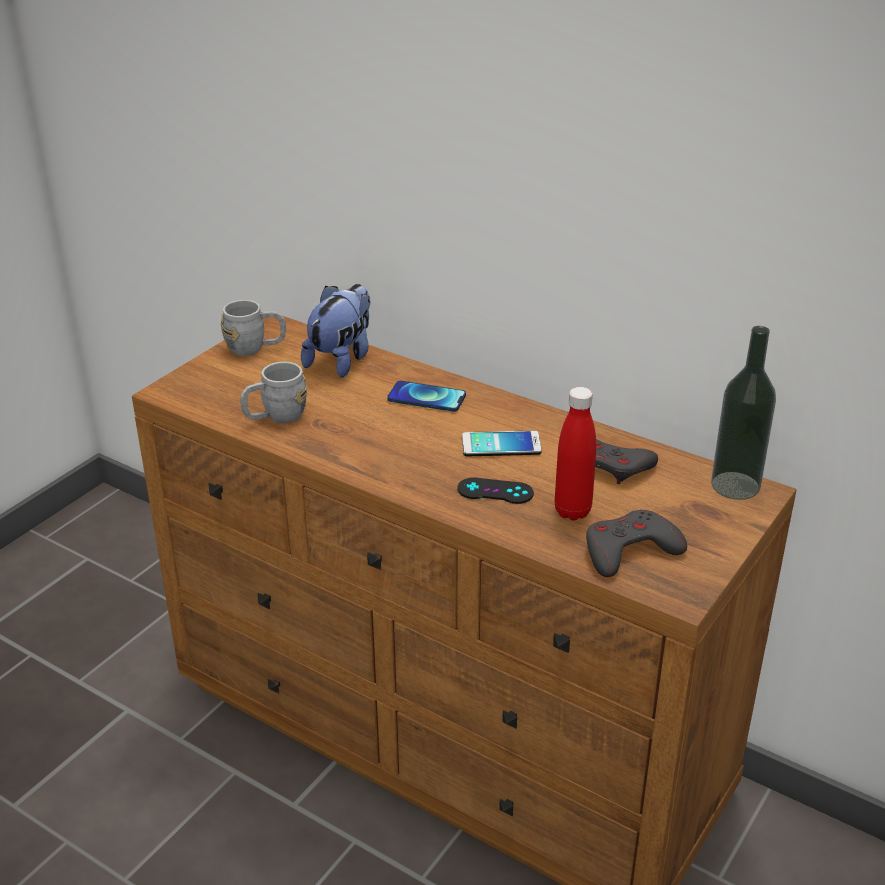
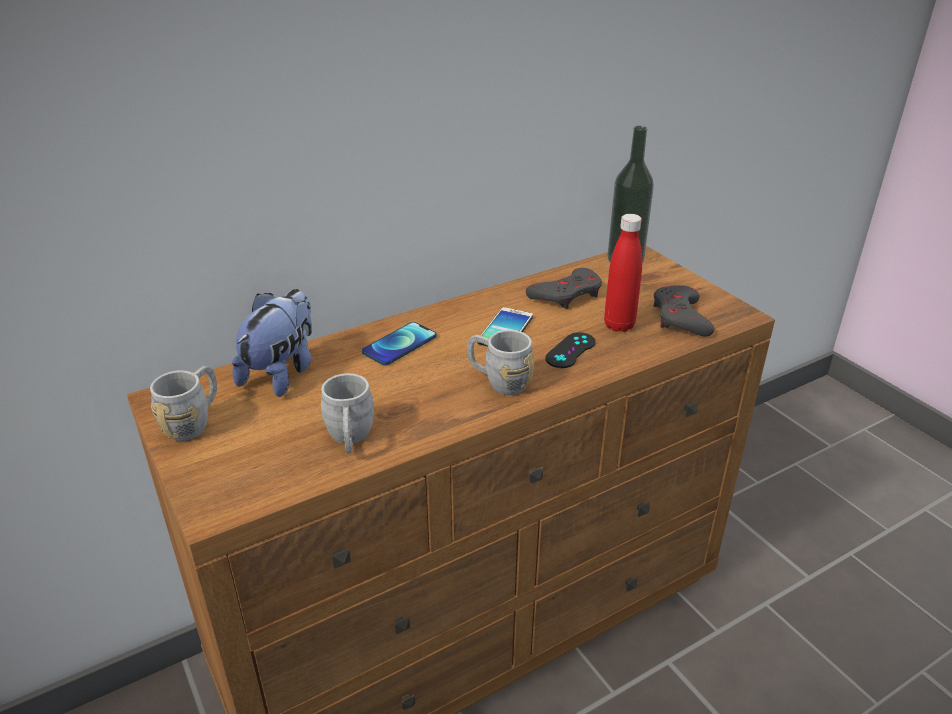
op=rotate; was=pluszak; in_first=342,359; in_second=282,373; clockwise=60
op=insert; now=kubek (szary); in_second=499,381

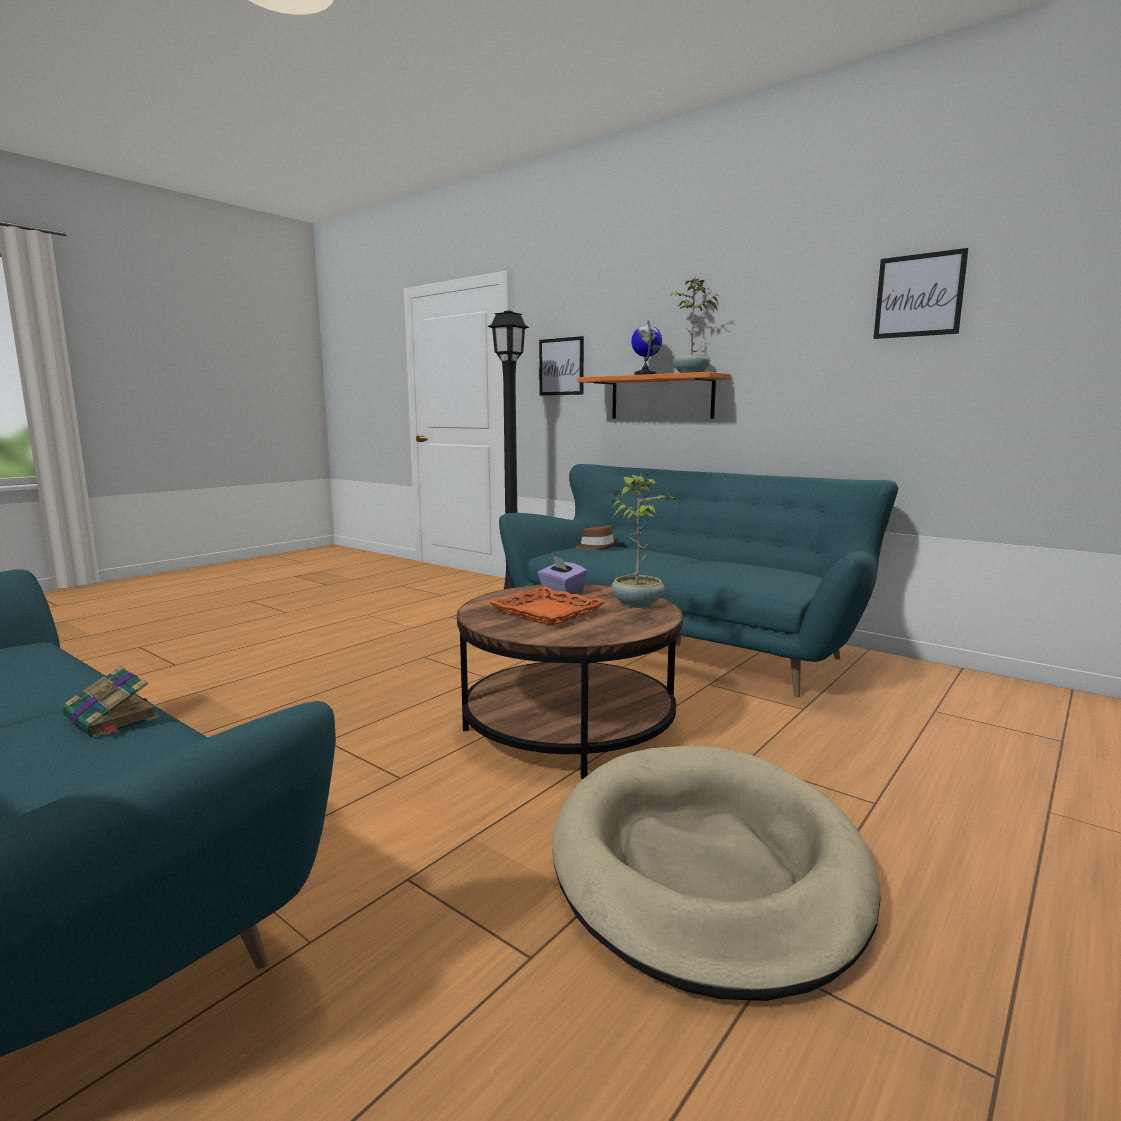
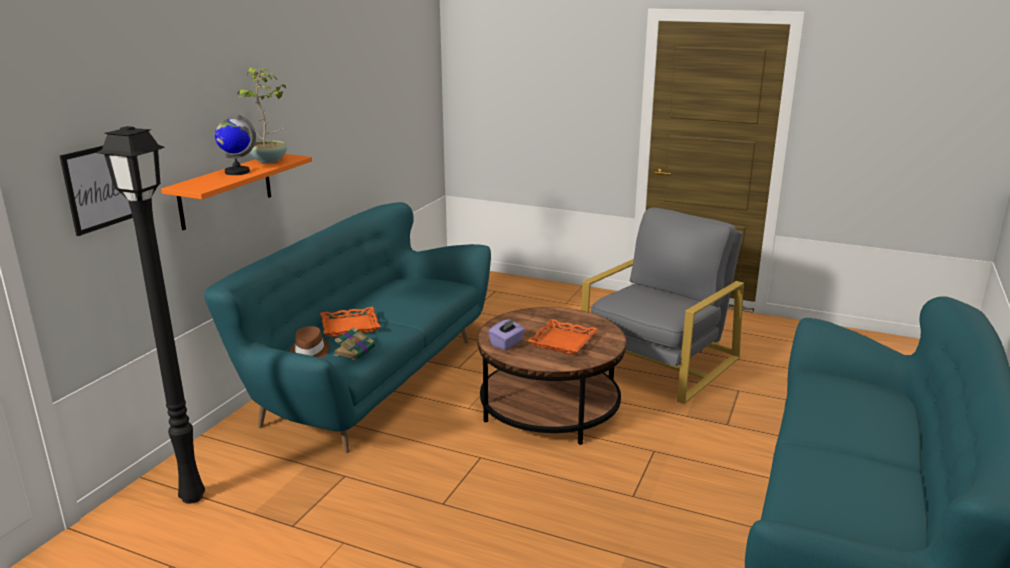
op=move; was=książka; in_first=112,719; in_second=355,351
op=replace; was=legowisko (beżowy); now=fotel (szary); in_first=706,866; in_second=658,363
op=delete; was=roślina doniczkowa; in_first=638,603
op=delete; was=obraz; in_first=919,295
op=insert; now=taca (pomarańczowy); in_second=350,326

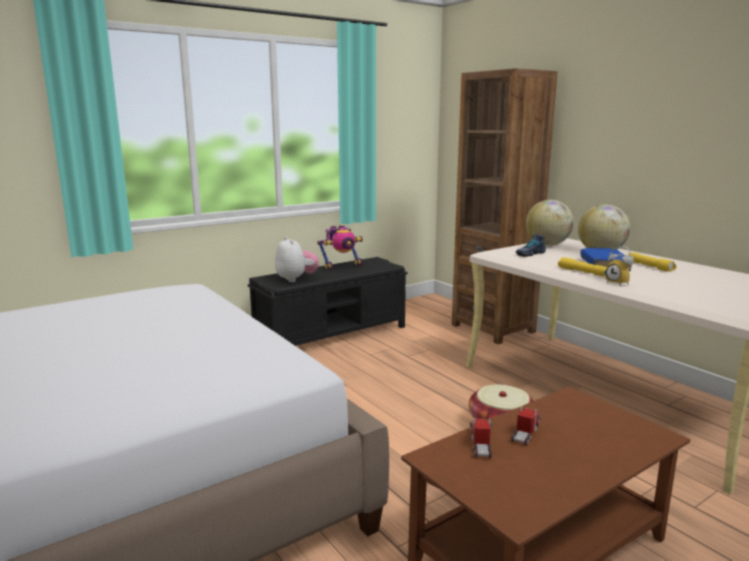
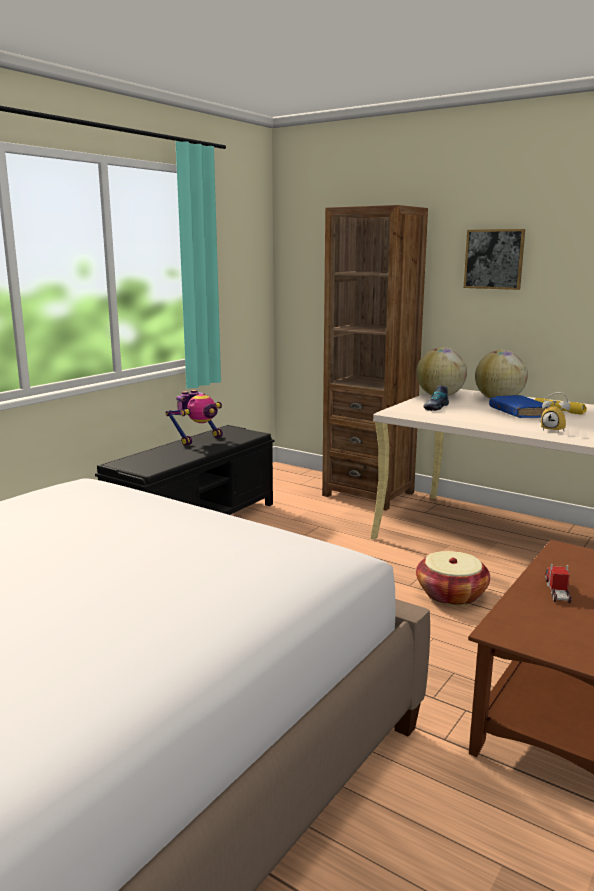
op=delete; was=pluszak; in_first=296,279
op=delete; was=ciężarówka zabawkowa; in_first=481,444
op=delete; was=latarka (żółty); in_first=582,272
op=insert; now=obraz; in_second=494,259

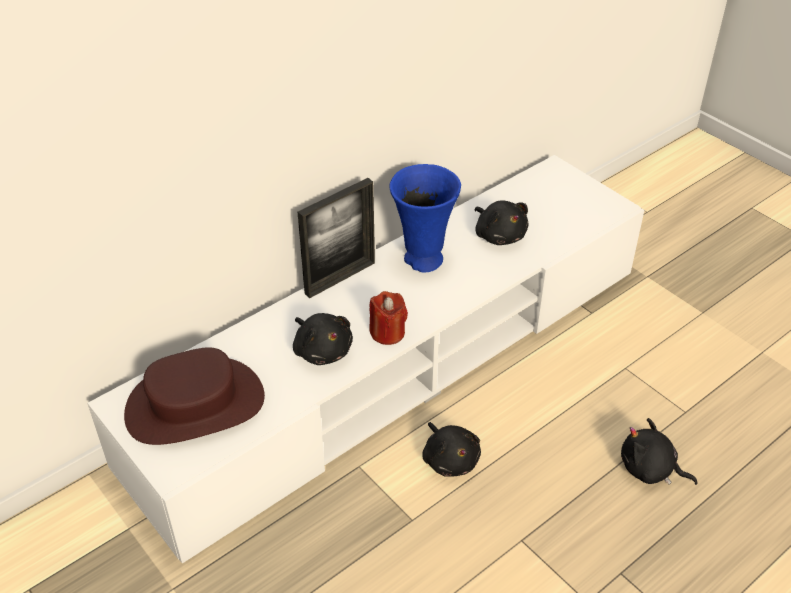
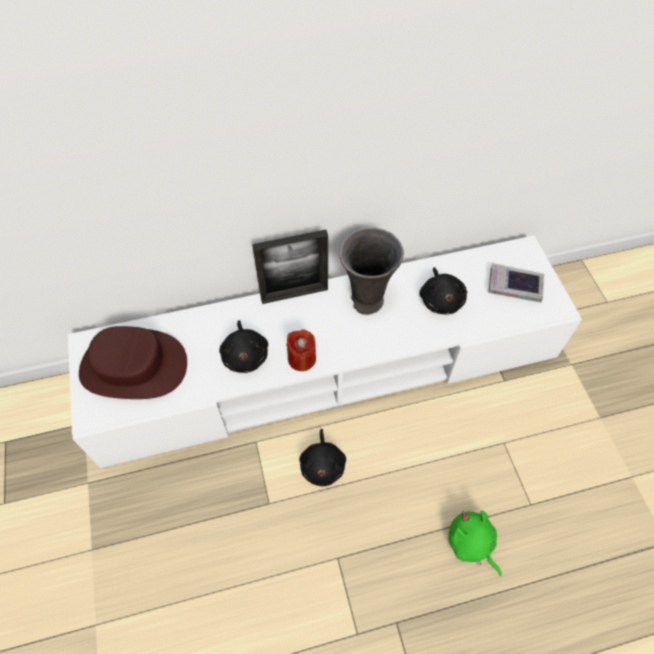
op=recolor; was=wazon (niebieski); now=wazon (szary); in_first=423,261; in_second=366,302
op=recolor; was=pluszak (czarny); now=pluszak (zielony); in_first=650,469; in_second=471,543
op=insert; now=książka; in_second=514,286

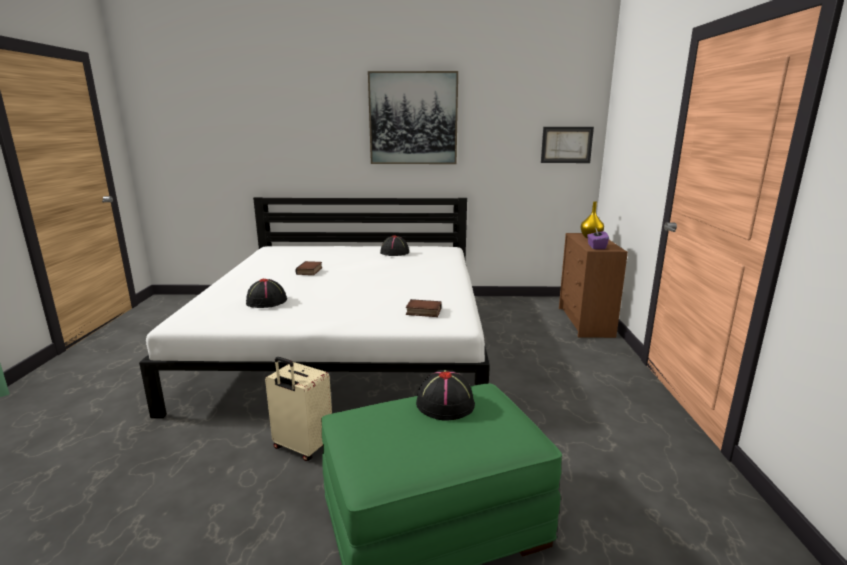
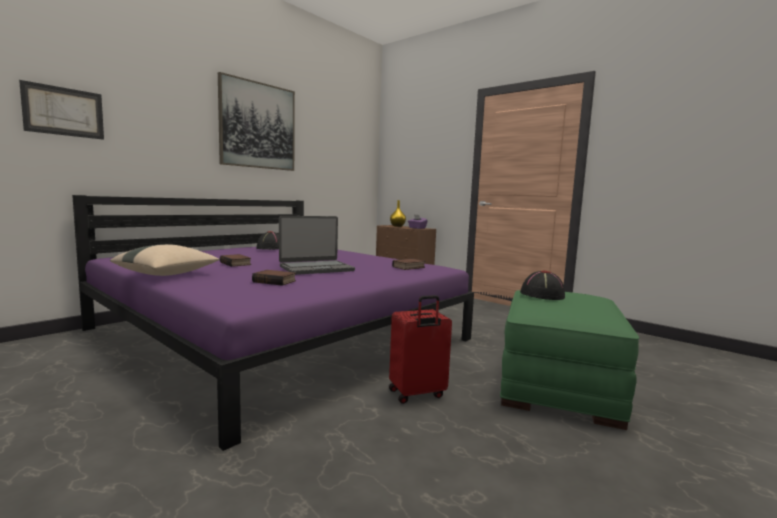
op=recolor; was=łóżko (biały); now=łóżko (fioletowy); in_first=347,342; in_second=280,334
op=replace; was=kapelusz (czarny); now=książka; in_first=267,301; in_second=275,281
op=recolor; was=walizka (beżowy); now=walizka (czerwony); in_first=302,447; in_second=417,394
op=move; was=obraz; in_first=566,145; in_second=64,111
op=insert; now=poduszka (beżowy); in_second=167,274
op=insert; now=laptop; in_second=316,268

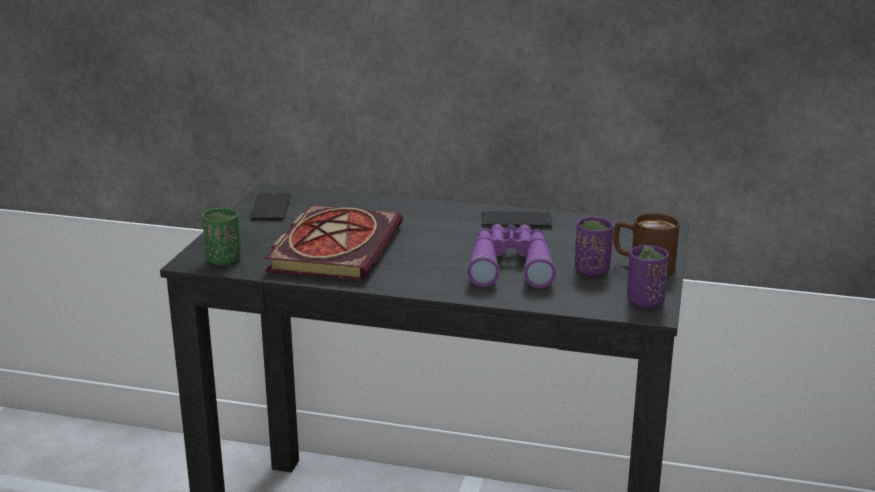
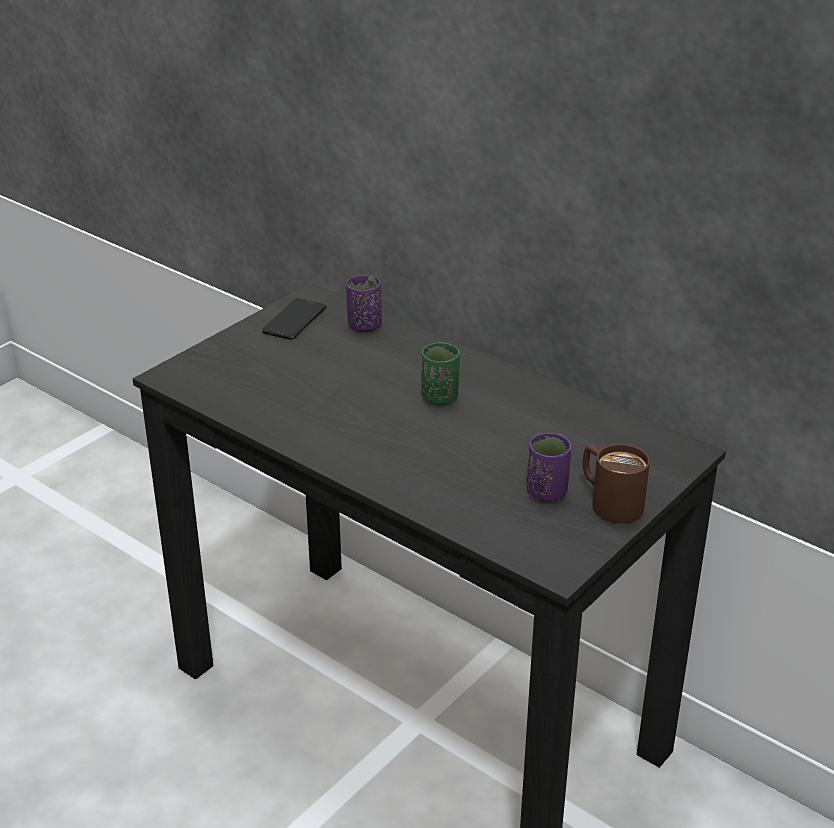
op=move; was=filiżanka (zielony); in_first=223,260; in_second=440,397
op=delete; was=książka; in_first=334,247
op=delete; was=lornetka (fioletowy); in_first=510,266
op=delete; was=telefon; in_first=516,221
op=move; was=filiżanka (fioletowy); in_first=645,302; in_second=364,326

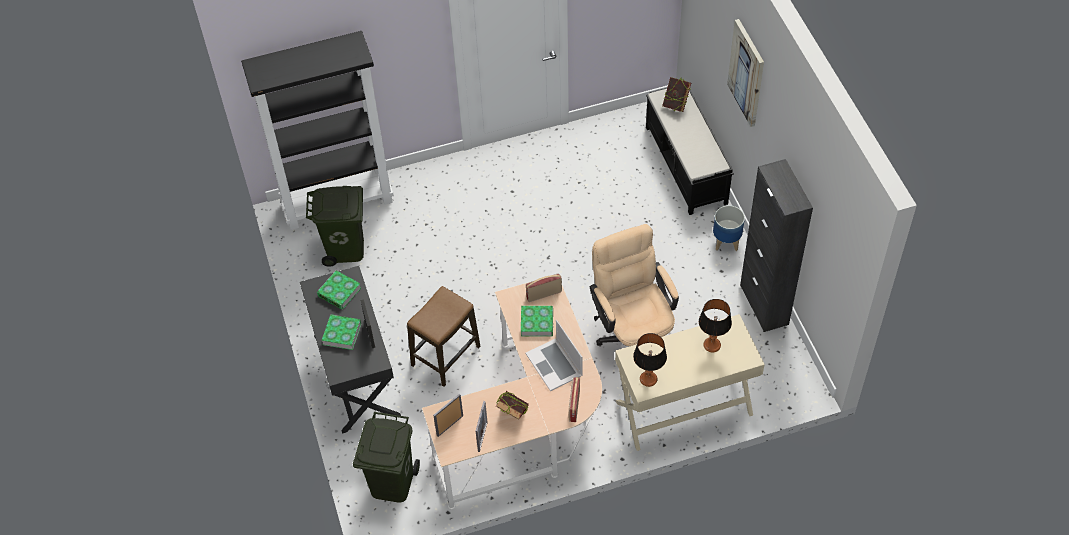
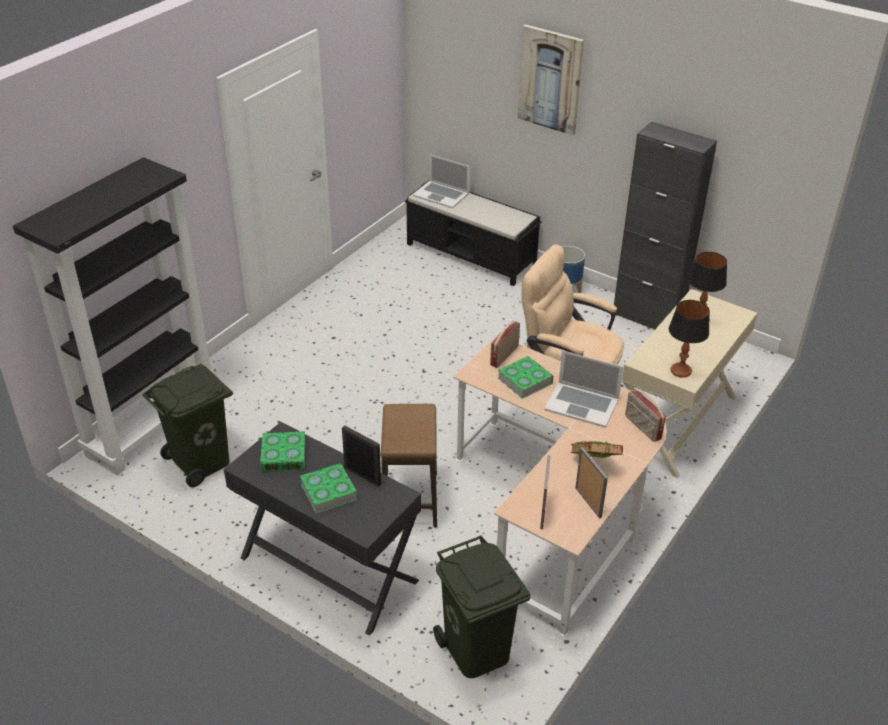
op=replace; was=książka; now=laptop; in_first=676,104; in_second=441,194

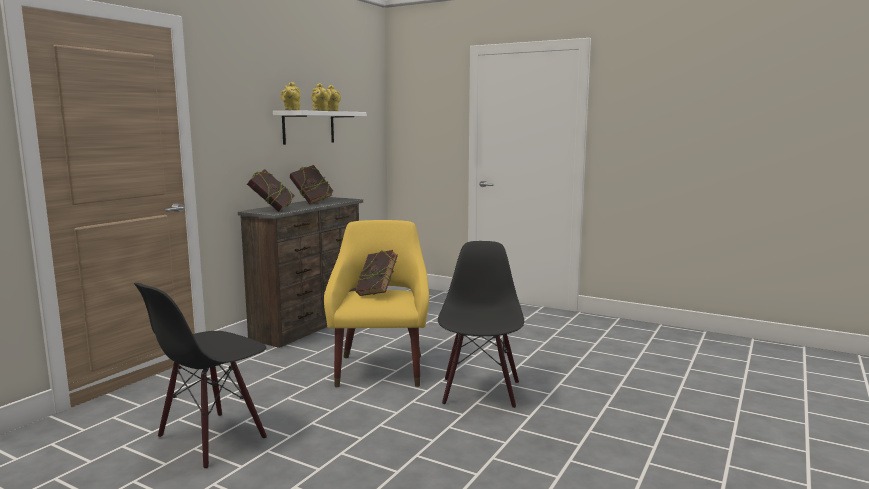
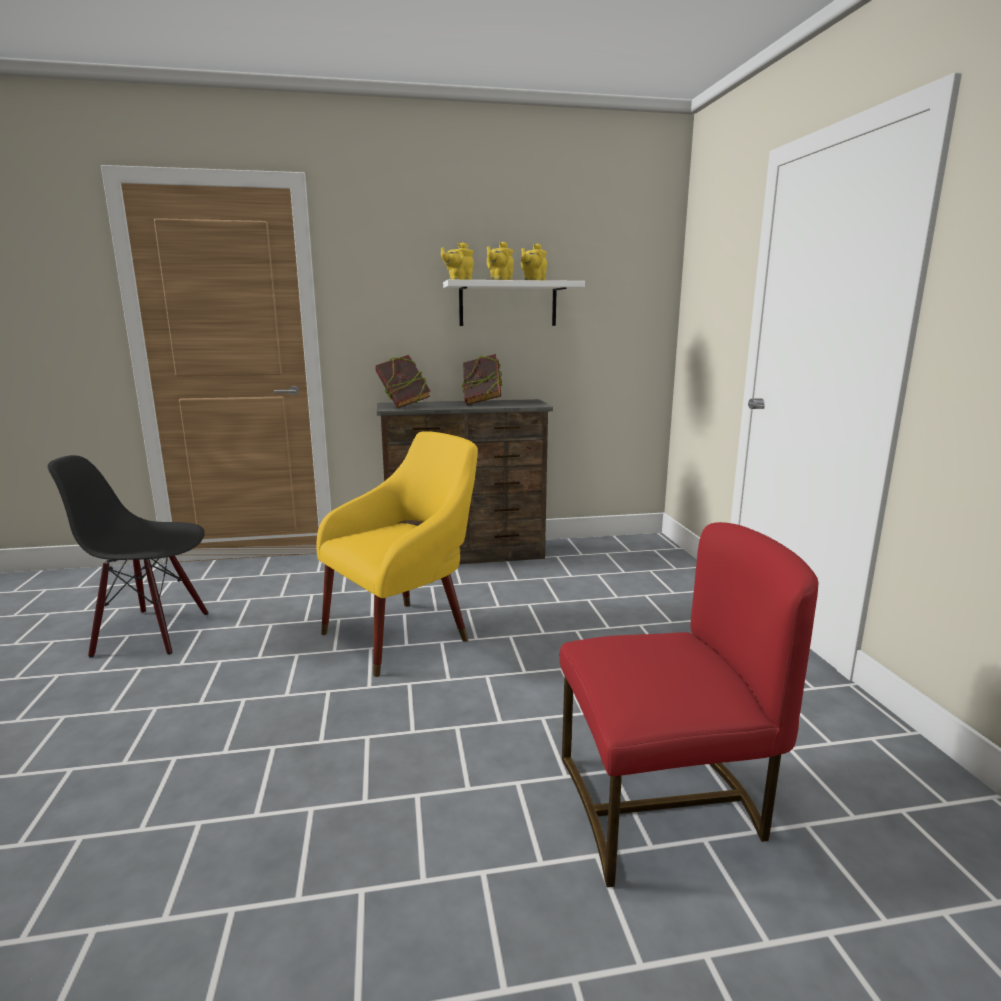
op=delete; was=książka; in_first=377,294
op=delete; was=krzesło (czarny); in_first=480,392
op=insert; now=krzesło (czerwony); in_second=663,807

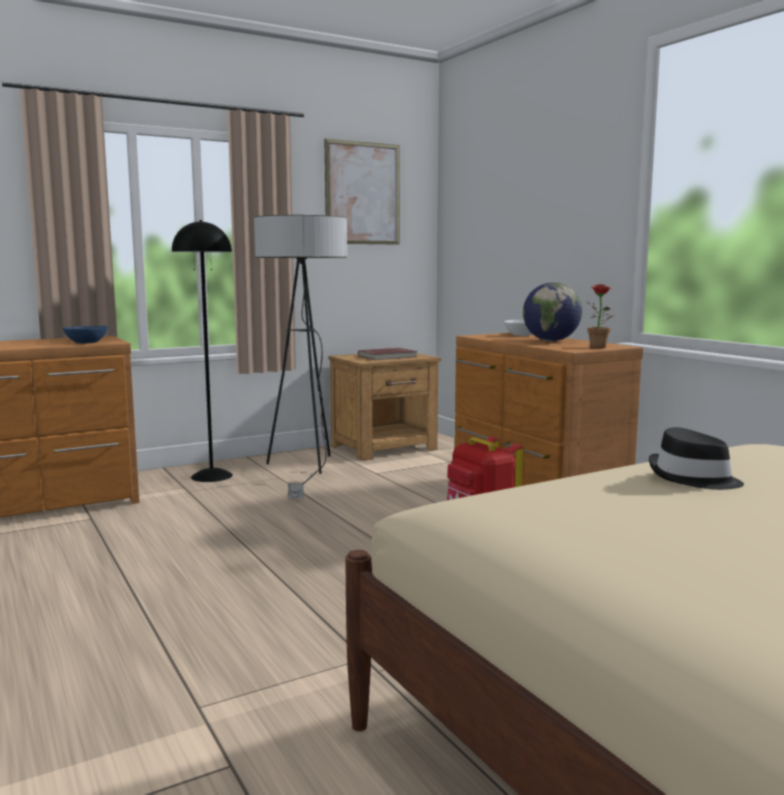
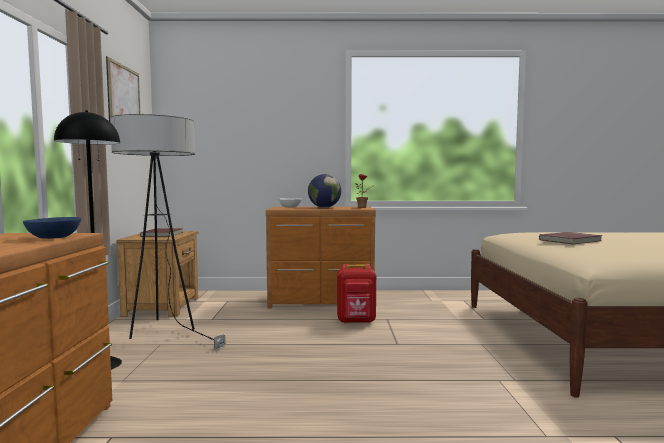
op=replace; was=kapelusz (czarny); now=książka (czerwony); in_first=693,478; in_second=571,240

